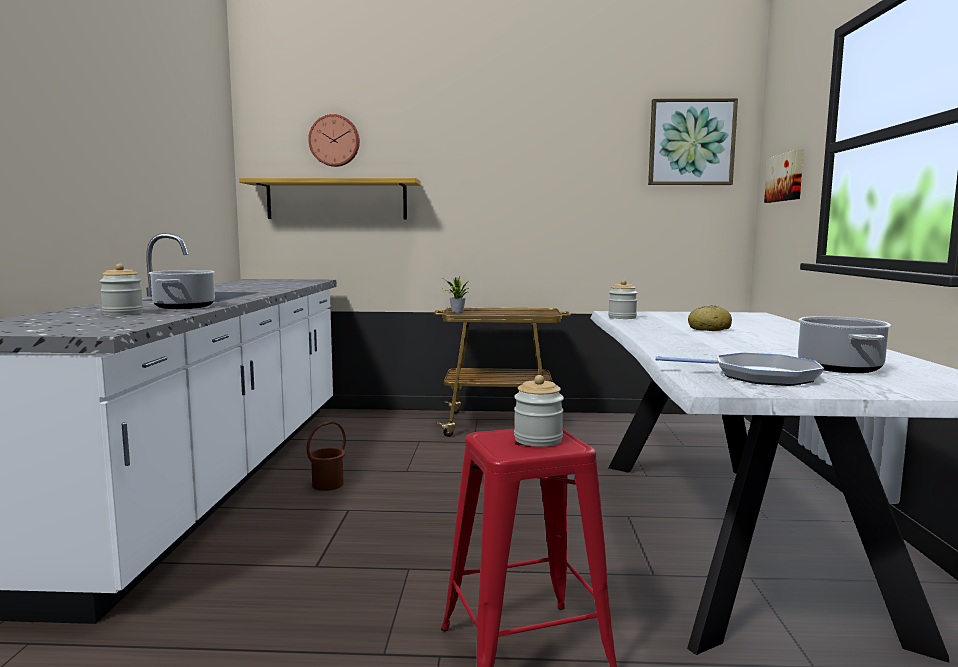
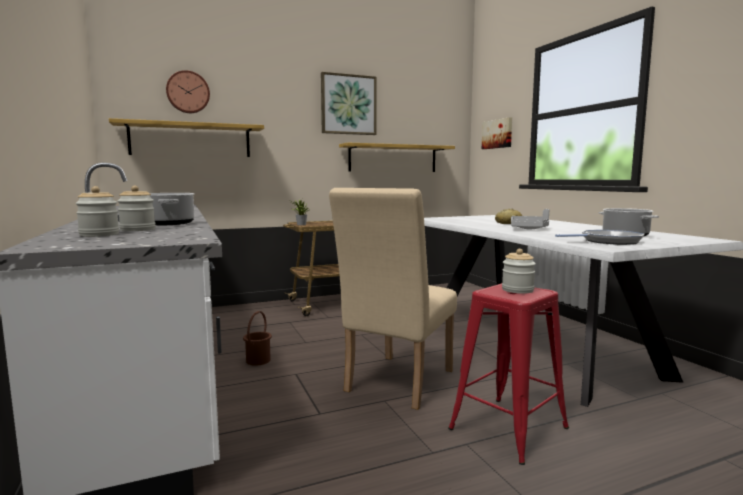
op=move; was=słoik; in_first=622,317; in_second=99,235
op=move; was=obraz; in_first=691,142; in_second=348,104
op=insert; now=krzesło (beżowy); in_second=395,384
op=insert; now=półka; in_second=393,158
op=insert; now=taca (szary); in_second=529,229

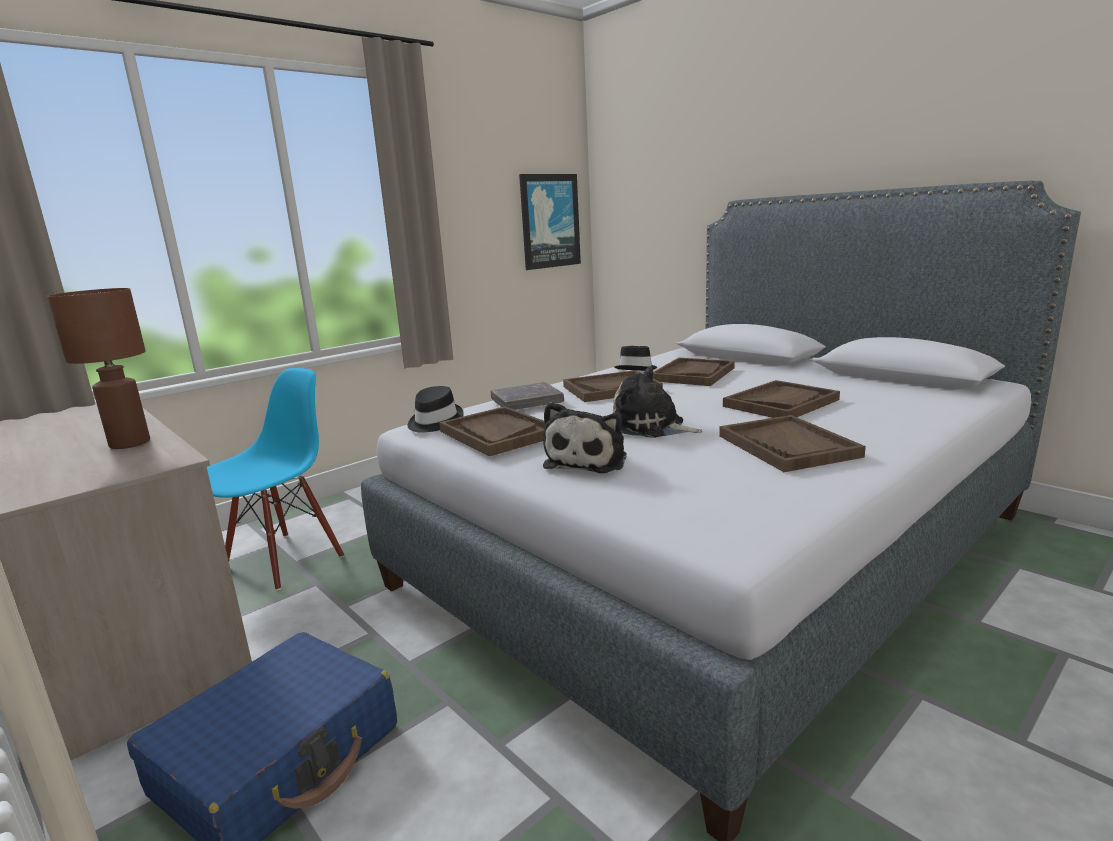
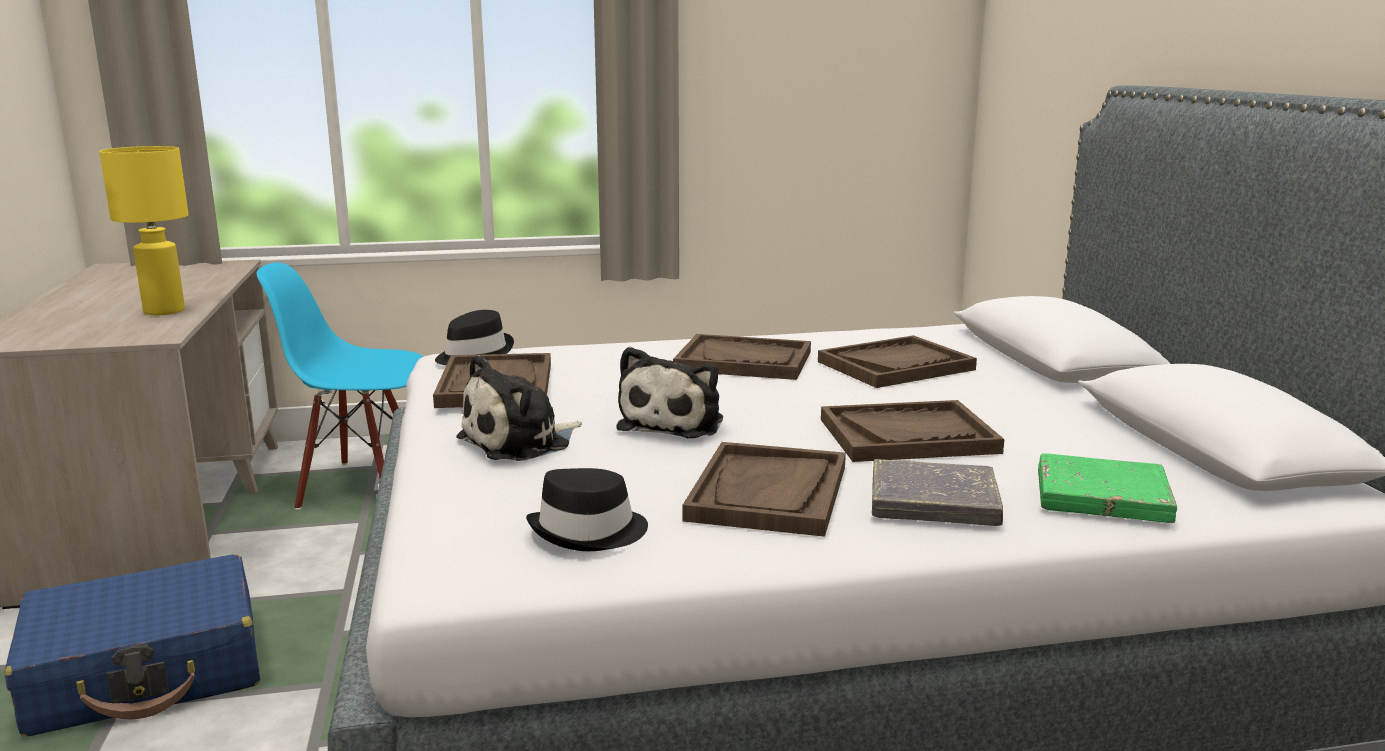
op=recolor; was=lampa stołowa (brązowy); now=lampa stołowa (żółty); in_first=130,443; in_second=165,311
op=rotate; was=krzesło (niebieski); in_first=284,560; in_second=363,486; clockwise=-150
op=move; was=książka (szary); in_first=527,401; in_second=933,502
op=delete; was=obraz; in_first=549,221
op=rotate; was=pluszak; in_first=651,427; in_second=675,423; clockwise=-135
op=move; was=kapelusz (czarny); in_first=636,369; in_second=589,532
op=insert; now=książka (zielony); in_second=1102,497

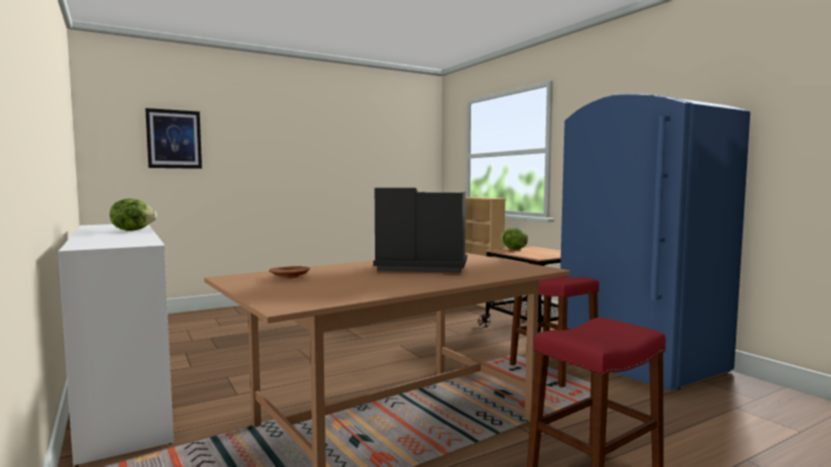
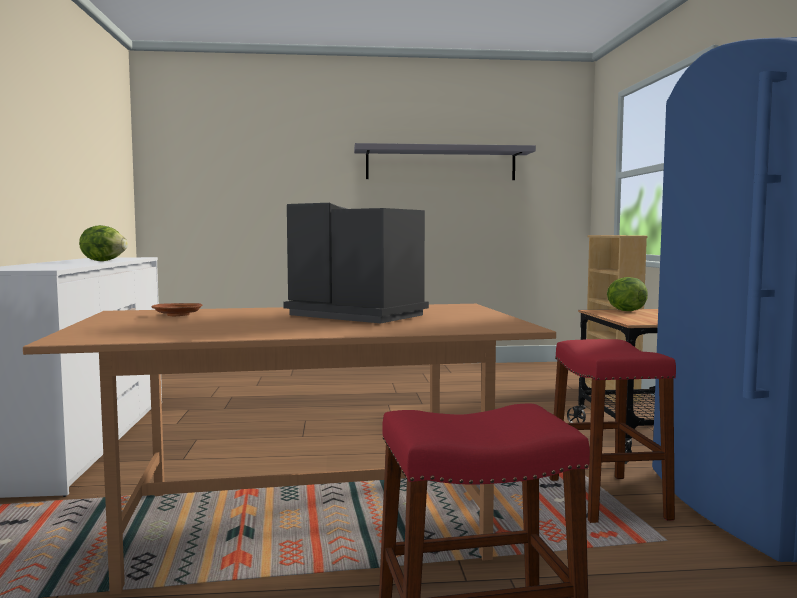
op=delete; was=obraz; in_first=174,139
op=insert; now=półka (szary); in_second=441,164

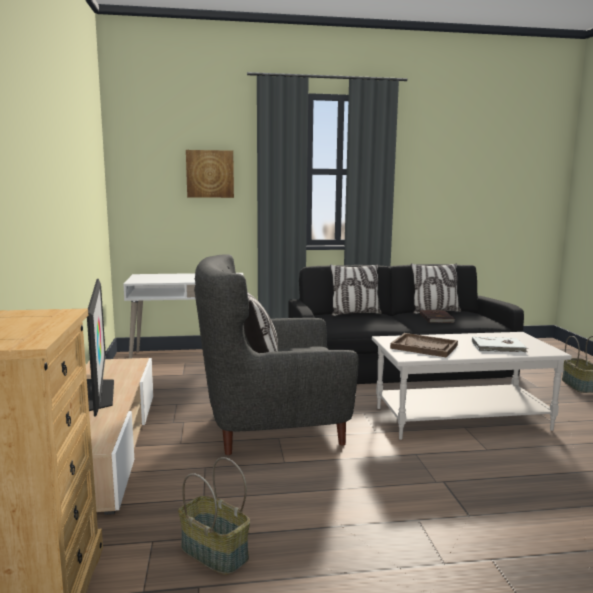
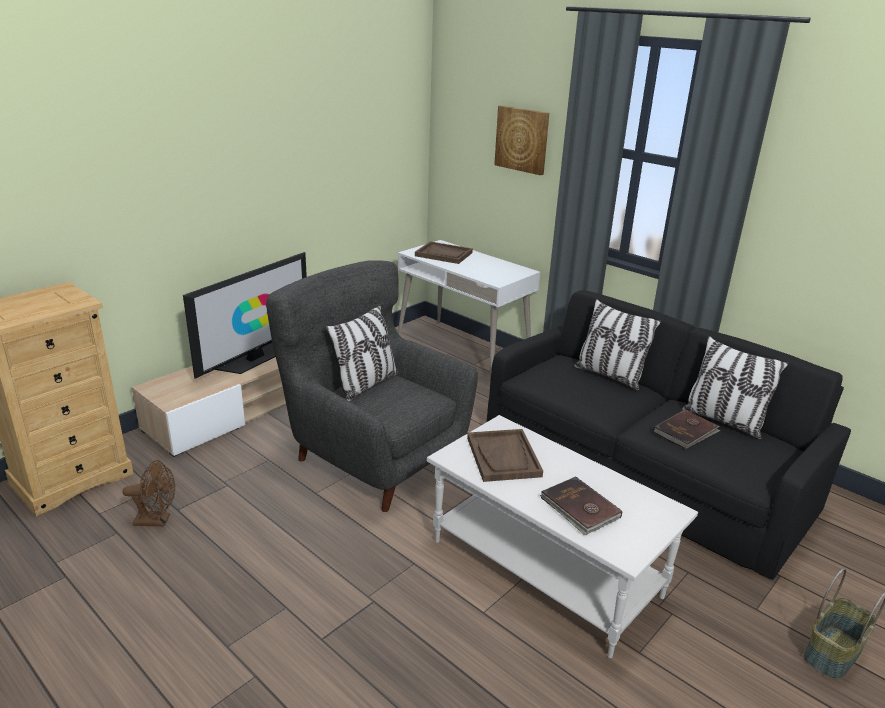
op=replace; was=koszyk; now=wentylator (brązowy); in_first=213,553; in_second=157,520
op=recolor; was=książka (biały); now=książka (brązowy); in_first=498,347; in_second=579,508
op=insert; now=taca (brązowy); in_second=444,254

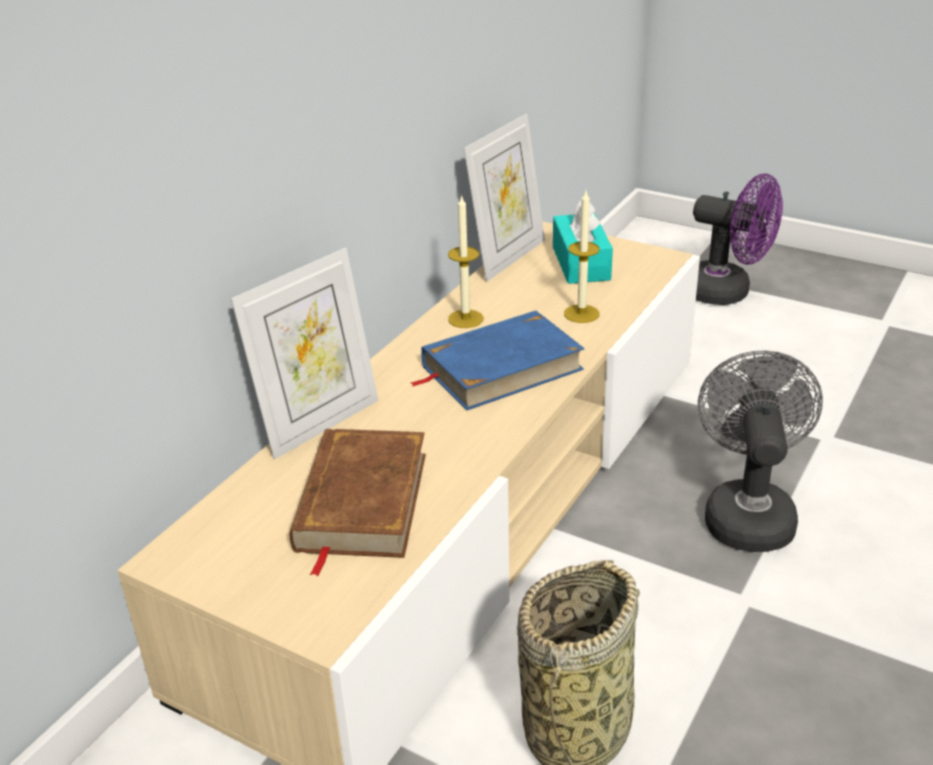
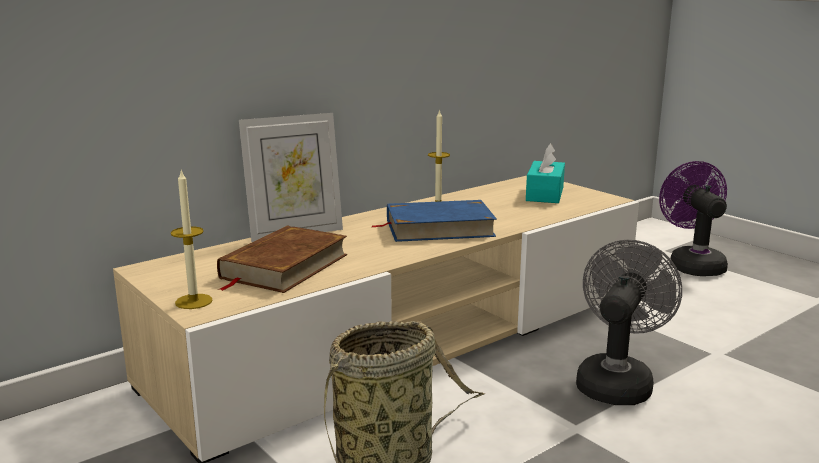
op=delete; was=ramka na zdjęcie; in_first=507,257
op=move; was=świeca; in_first=581,314; in_second=193,301
op=rotate; was=wentylator (fioletowy); in_first=727,293; in_second=692,264; clockwise=-150

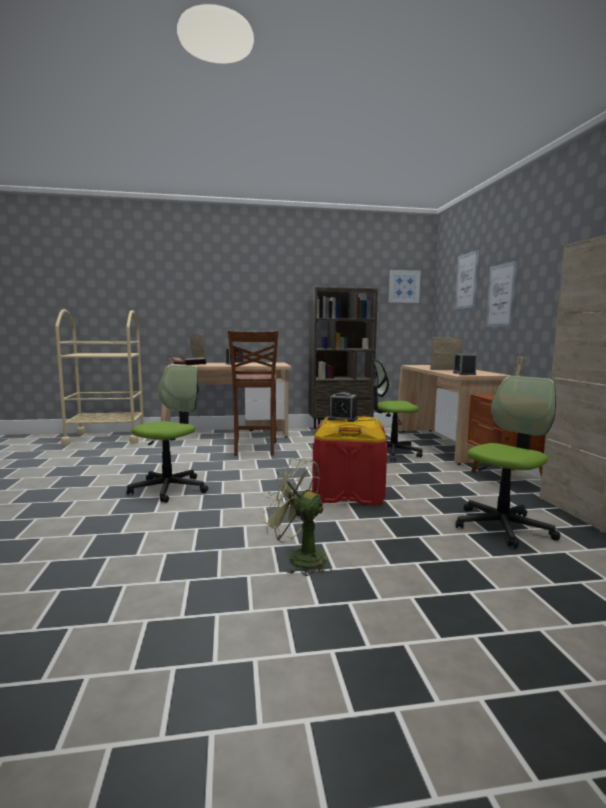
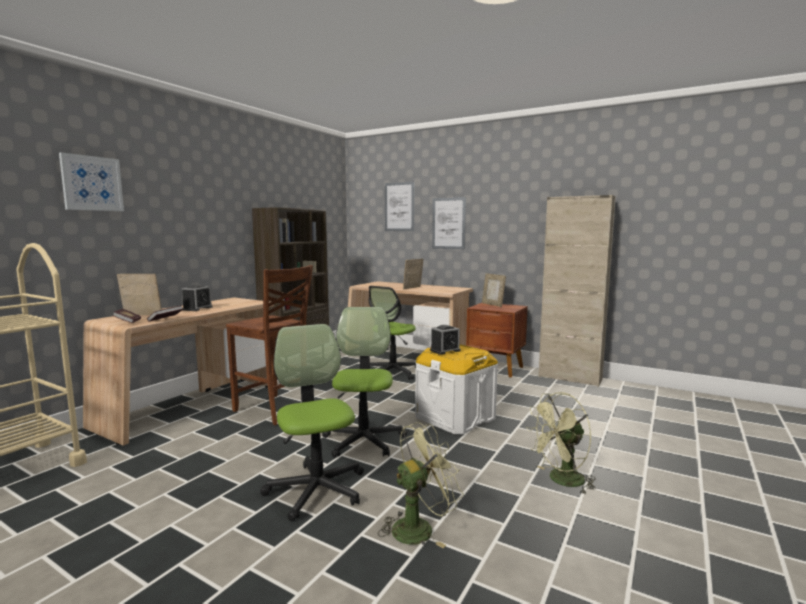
op=recolor; was=pojemnik do przechowywania (czerwony); now=pojemnik do przechowywania (biały); in_first=349,492; in_second=455,417
op=move; was=obraz; in_first=404,286; in_second=92,183
op=delete; was=budzik; in_first=464,373
op=move; was=krzesło biurowe; in_first=502,527; in_second=363,441
op=insert; now=wentylator (zielony); in_second=419,527

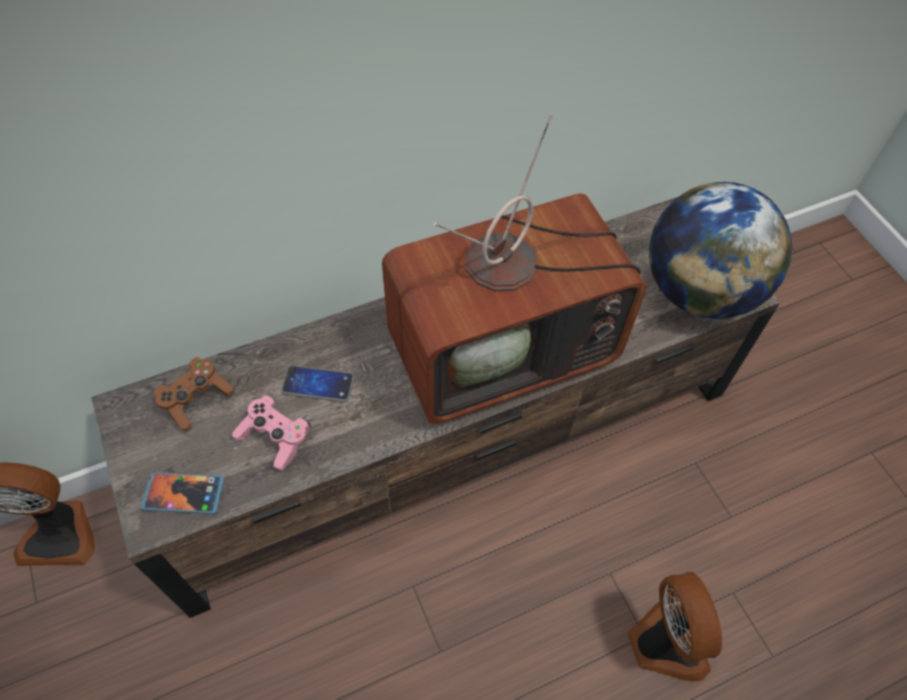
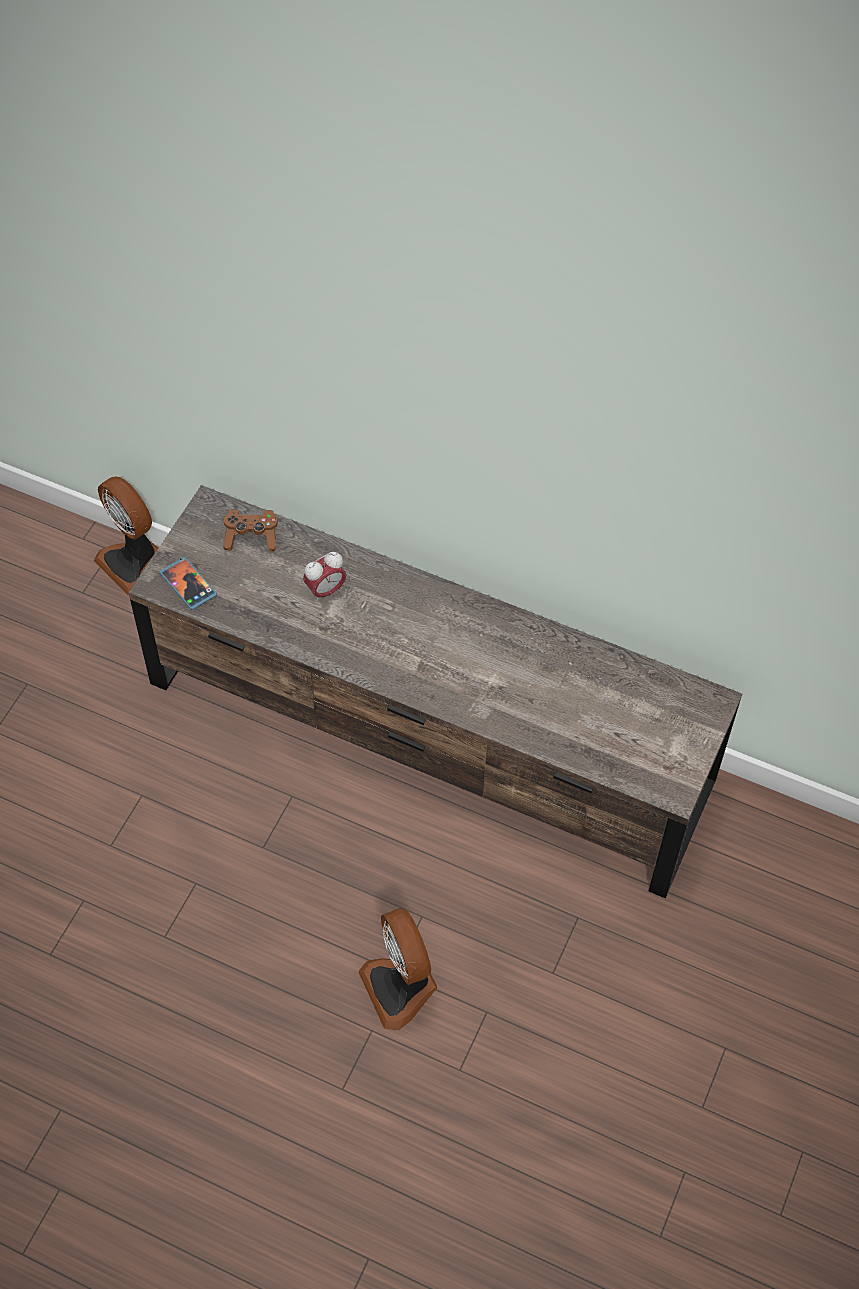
op=delete; was=pad do gier (różowy); in_first=275,437
op=replace; was=telefon; now=budzik; in_first=318,384; in_second=325,591
op=delete; was=telewizor; in_first=506,346
op=rotate; was=wentylator; in_first=664,642; in_second=401,987; clockwise=120
op=delete; was=globus; in_first=699,291

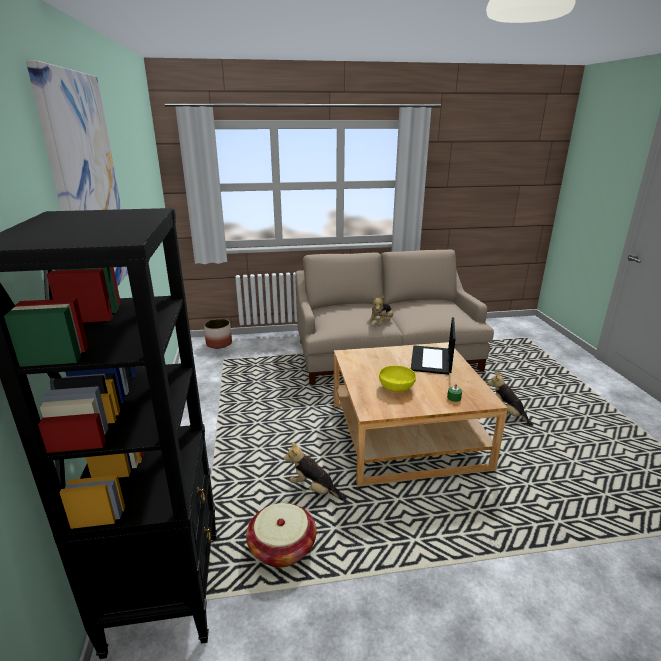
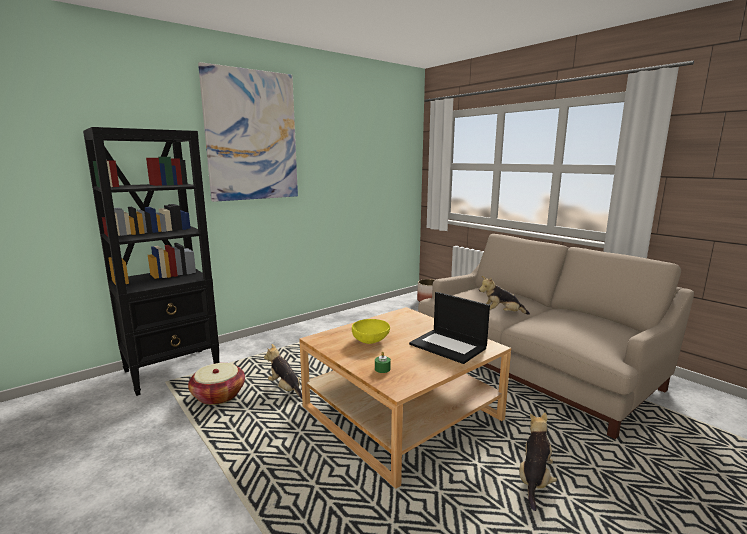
op=rotate; was=pluszak; in_first=314,489; in_second=286,389; clockwise=-45
op=rotate; was=laptop; in_first=431,360; in_second=449,346; clockwise=-120

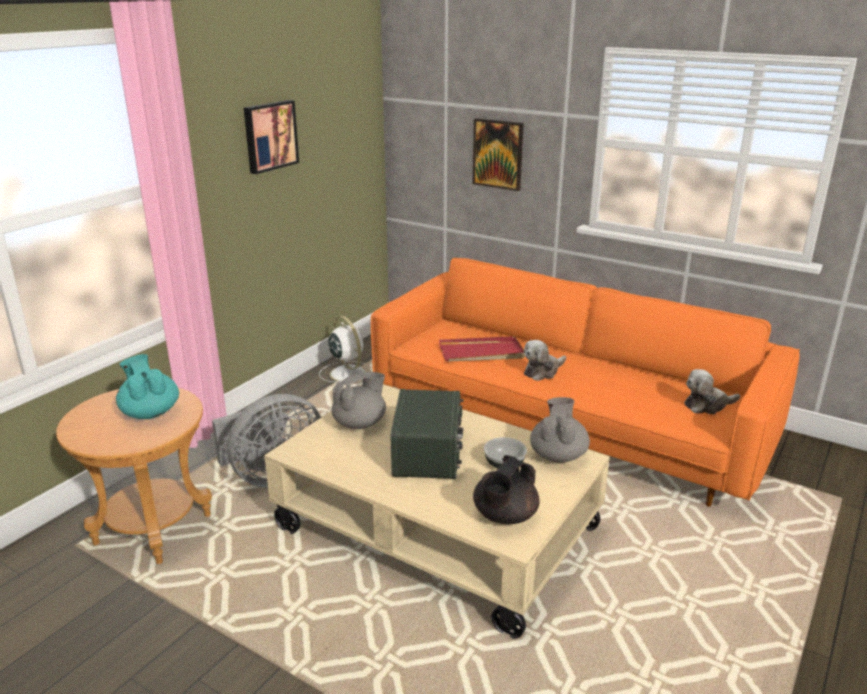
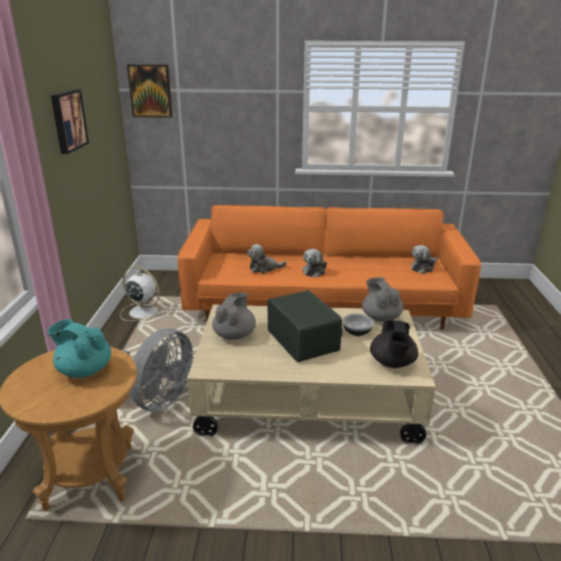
op=replace; was=taca (czerwony); now=pluszak; in_first=482,353; in_second=264,268
op=move; was=obraz; in_first=498,154; in_second=150,91

